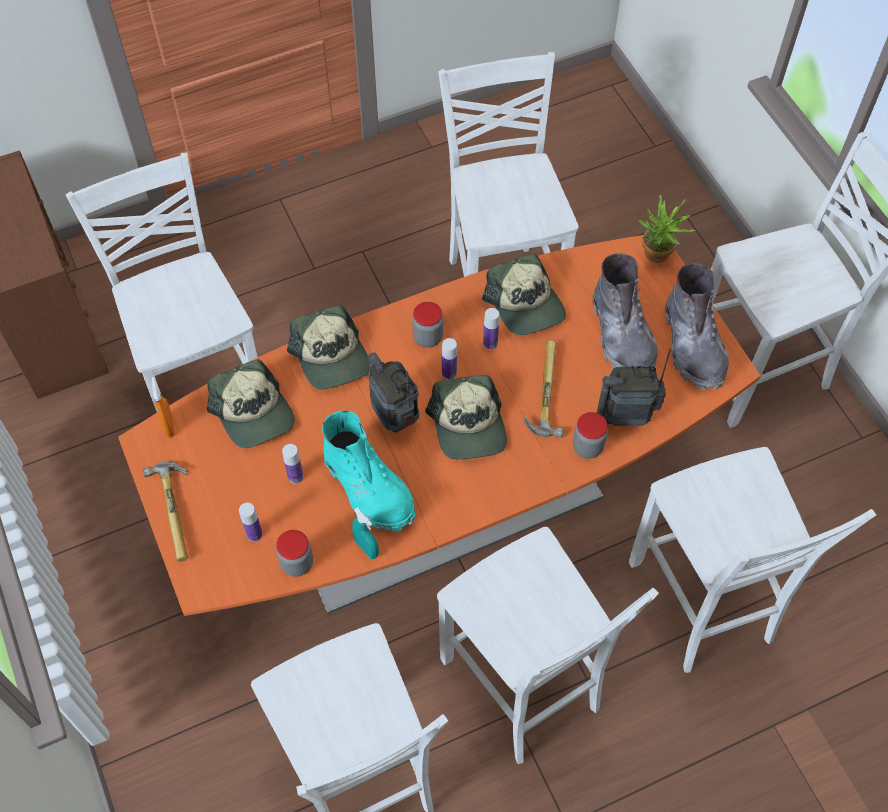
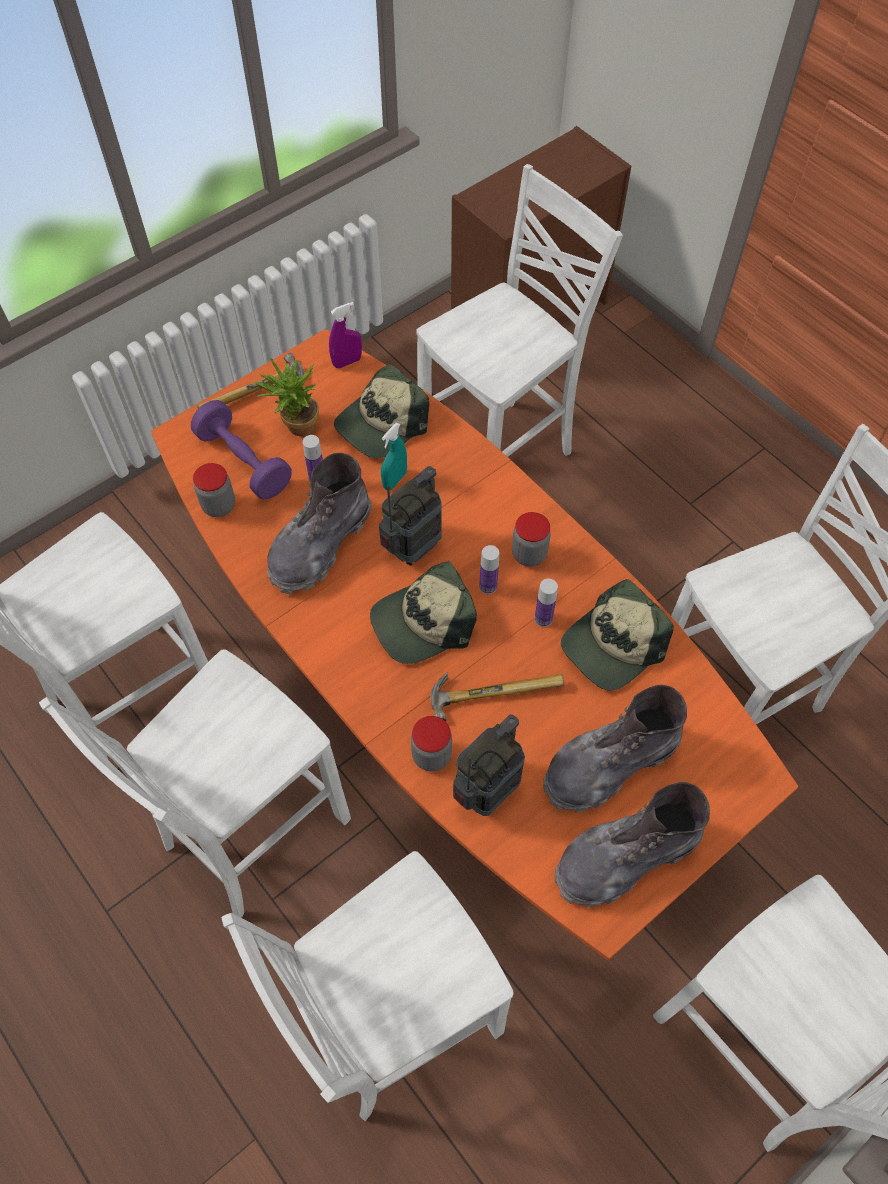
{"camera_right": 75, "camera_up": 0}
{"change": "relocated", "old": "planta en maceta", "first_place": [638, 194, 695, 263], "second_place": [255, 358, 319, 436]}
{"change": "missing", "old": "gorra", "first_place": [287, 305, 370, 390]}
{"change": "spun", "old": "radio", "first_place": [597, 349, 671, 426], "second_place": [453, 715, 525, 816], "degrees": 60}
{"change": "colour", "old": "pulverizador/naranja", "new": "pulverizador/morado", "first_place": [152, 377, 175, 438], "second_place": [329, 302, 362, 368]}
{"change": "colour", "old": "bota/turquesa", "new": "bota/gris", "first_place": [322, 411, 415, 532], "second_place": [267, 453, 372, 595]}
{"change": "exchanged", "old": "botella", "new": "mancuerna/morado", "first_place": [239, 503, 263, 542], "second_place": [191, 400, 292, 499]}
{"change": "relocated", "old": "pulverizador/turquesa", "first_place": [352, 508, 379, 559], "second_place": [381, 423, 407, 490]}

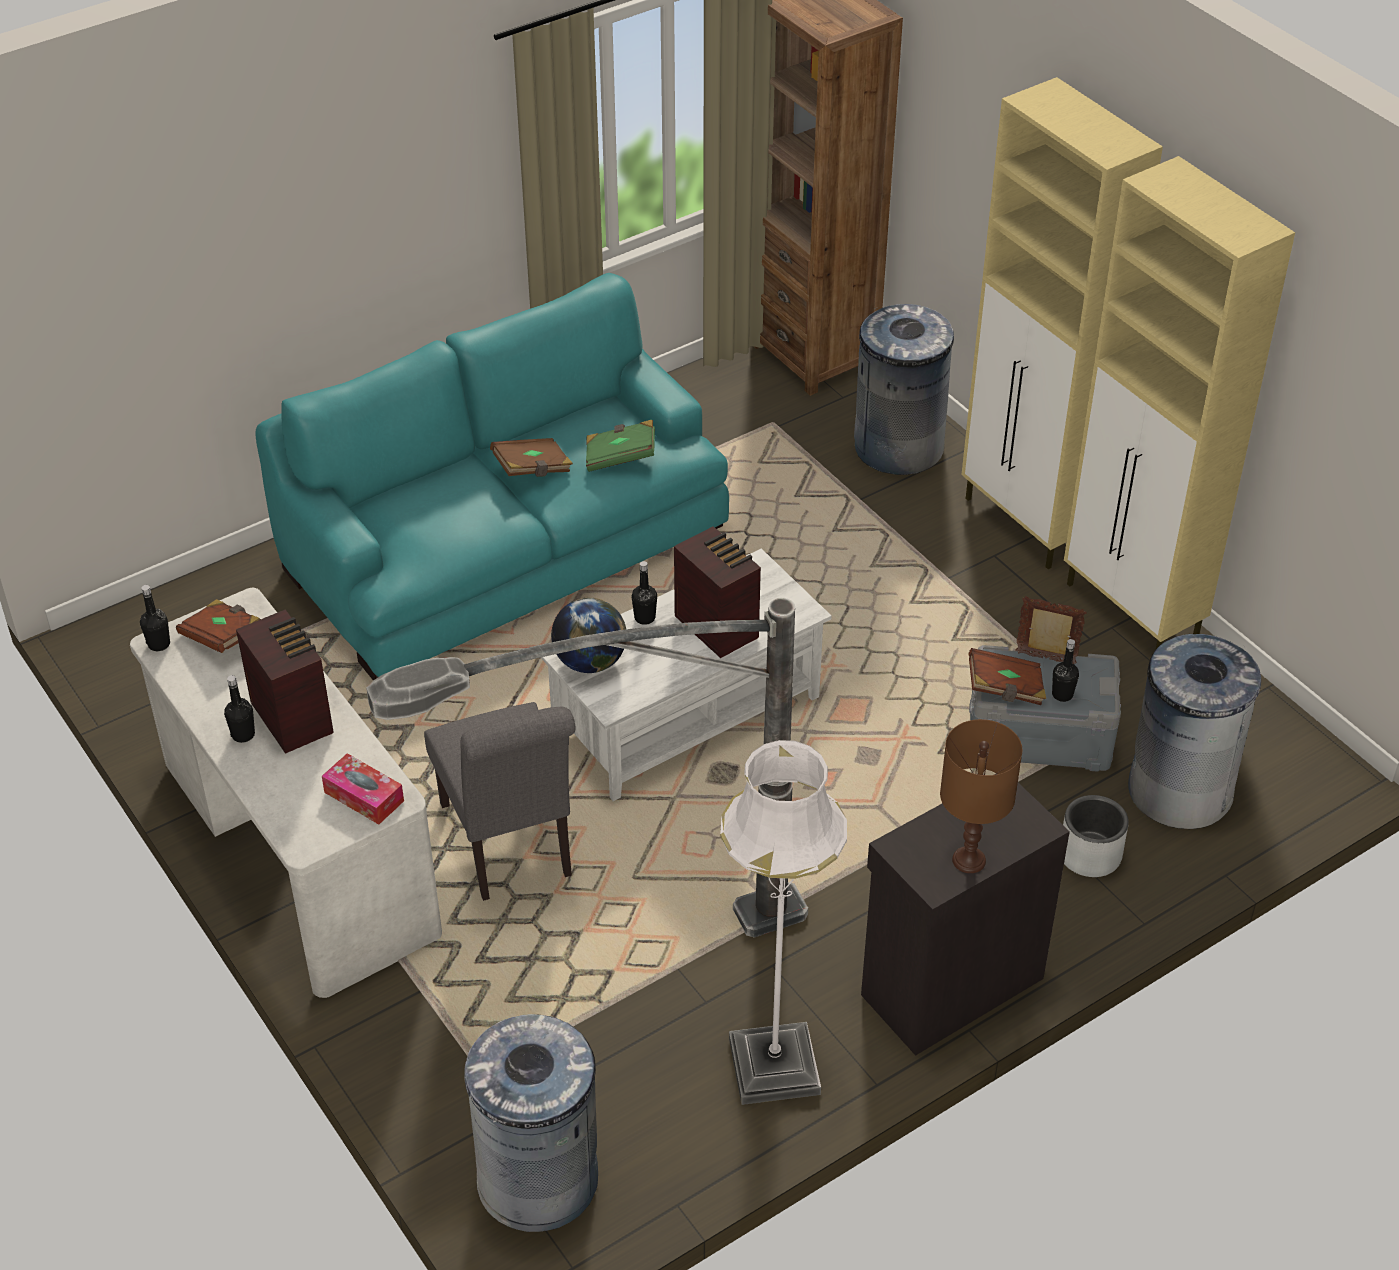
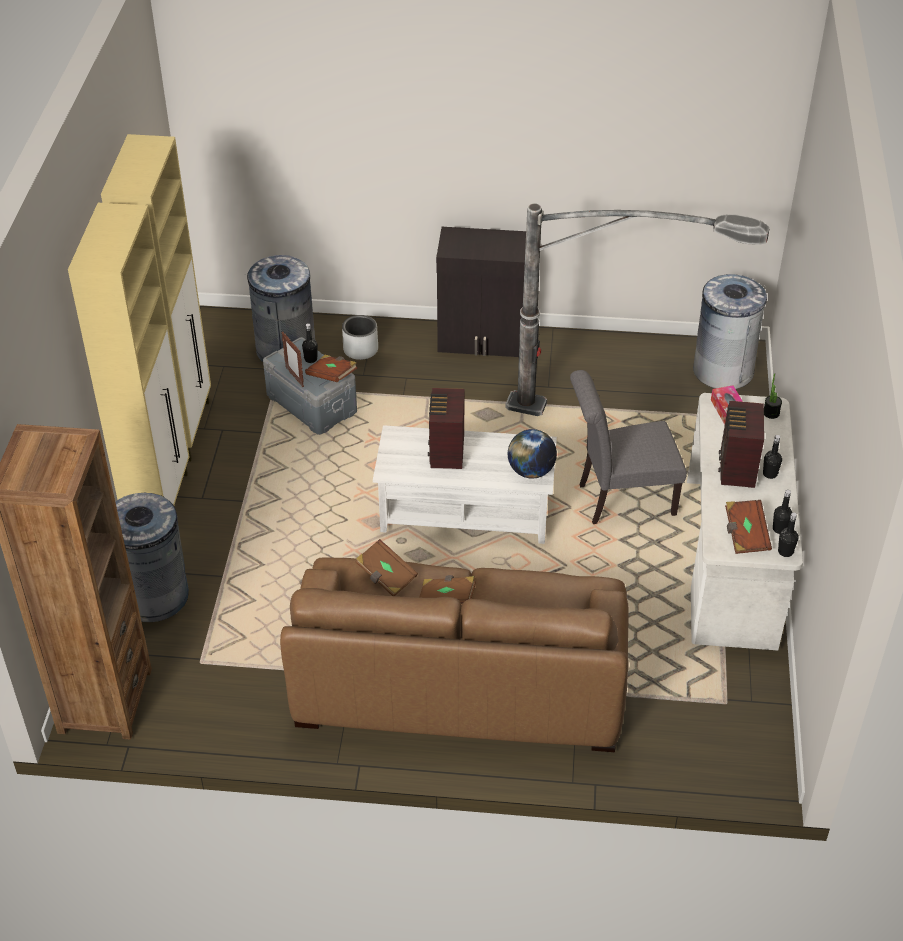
{"camera_right": -140, "camera_up": 0}
{"change": "colour", "old": "sofá/turquesa", "new": "sofá/marrón", "first_place": [256, 273, 729, 681], "second_place": [280, 557, 629, 752]}
{"change": "colour", "old": "libro/verde", "new": "libro/marrón", "first_place": [586, 420, 655, 472], "second_place": [355, 539, 418, 596]}
{"change": "relocated", "old": "botella/negro", "first_place": [632, 561, 657, 625], "second_place": [773, 490, 793, 534]}
{"change": "spun", "old": "silla/gris", "first_place": [424, 702, 576, 901], "second_place": [570, 370, 687, 524], "degrees": -120}
{"change": "missing", "old": "lámpara de mesa/marrón", "first_place": [940, 719, 1022, 873]}
{"change": "missing", "old": "lámpara de pie/blanco", "first_place": [720, 740, 847, 1105]}
{"change": "appeared", "new": "planta en maceta", "second_place": [764, 373, 782, 419]}

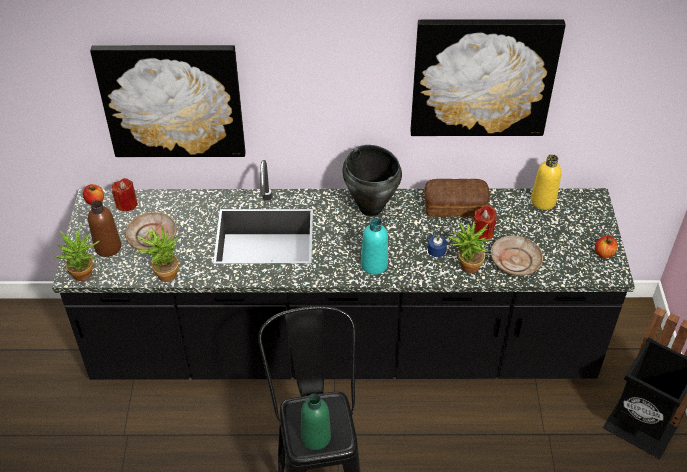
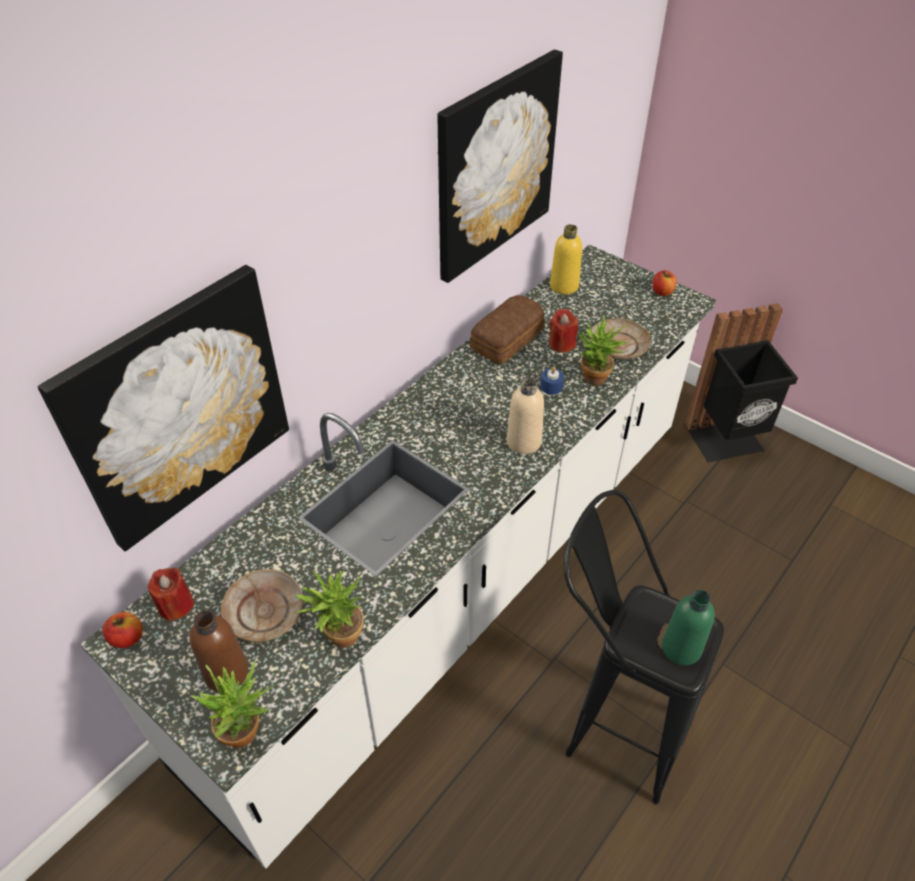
{"camera_right": -50, "camera_up": 0}
{"change": "missing", "old": "olla/negro", "first_place": [342, 145, 402, 216]}
{"change": "colour", "old": "mueble bajo de cocina/negro", "new": "mueble bajo de cocina/blanco", "first_place": [52, 160, 635, 380], "second_place": [80, 245, 716, 869]}
{"change": "colour", "old": "botella/turquesa", "new": "botella/beis", "first_place": [361, 218, 388, 275], "second_place": [507, 377, 544, 454]}

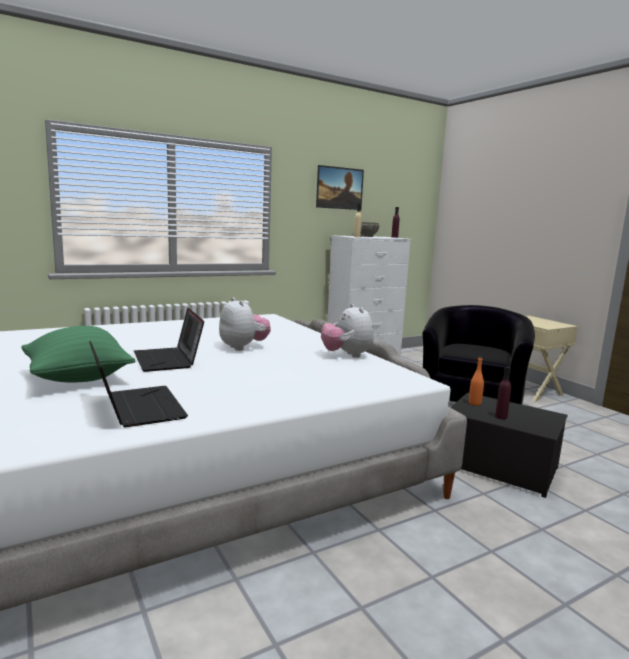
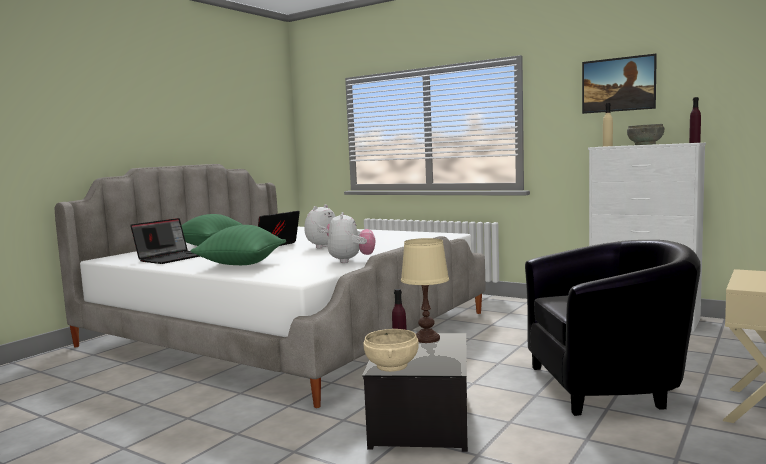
{"camera_right": 65, "camera_up": -5}
{"change": "spun", "old": "peluche", "first_place": [321, 304, 374, 358], "second_place": [328, 212, 375, 263], "degrees": 135}
{"change": "exchanged", "old": "botella/naranja", "new": "lámpara de mesa/beis", "first_place": [469, 357, 484, 406], "second_place": [401, 238, 449, 343]}
{"change": "appeared", "new": "cojín/verde", "second_place": [190, 225, 286, 265]}
{"change": "appeared", "new": "cuenco/beis", "second_place": [364, 329, 419, 372]}

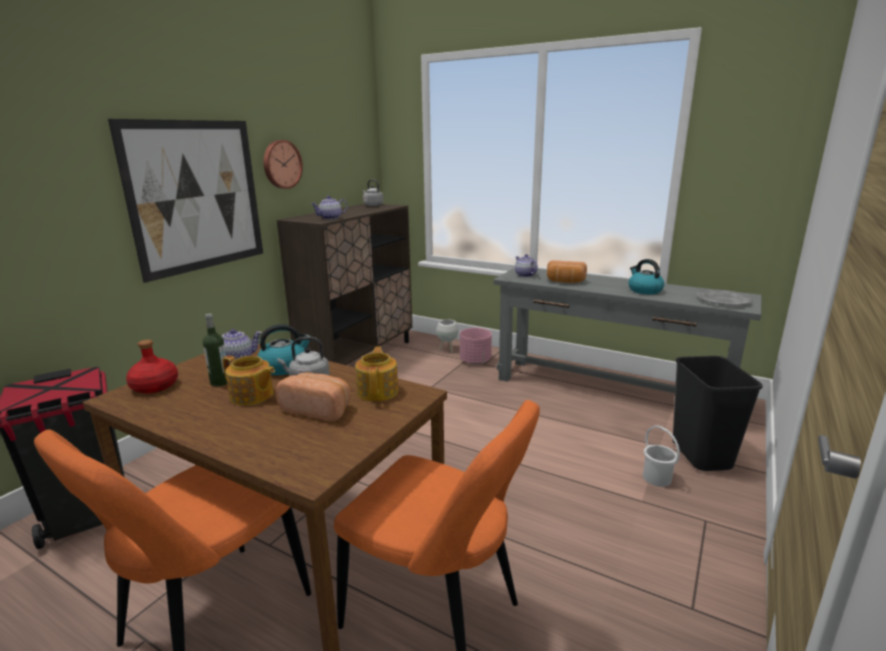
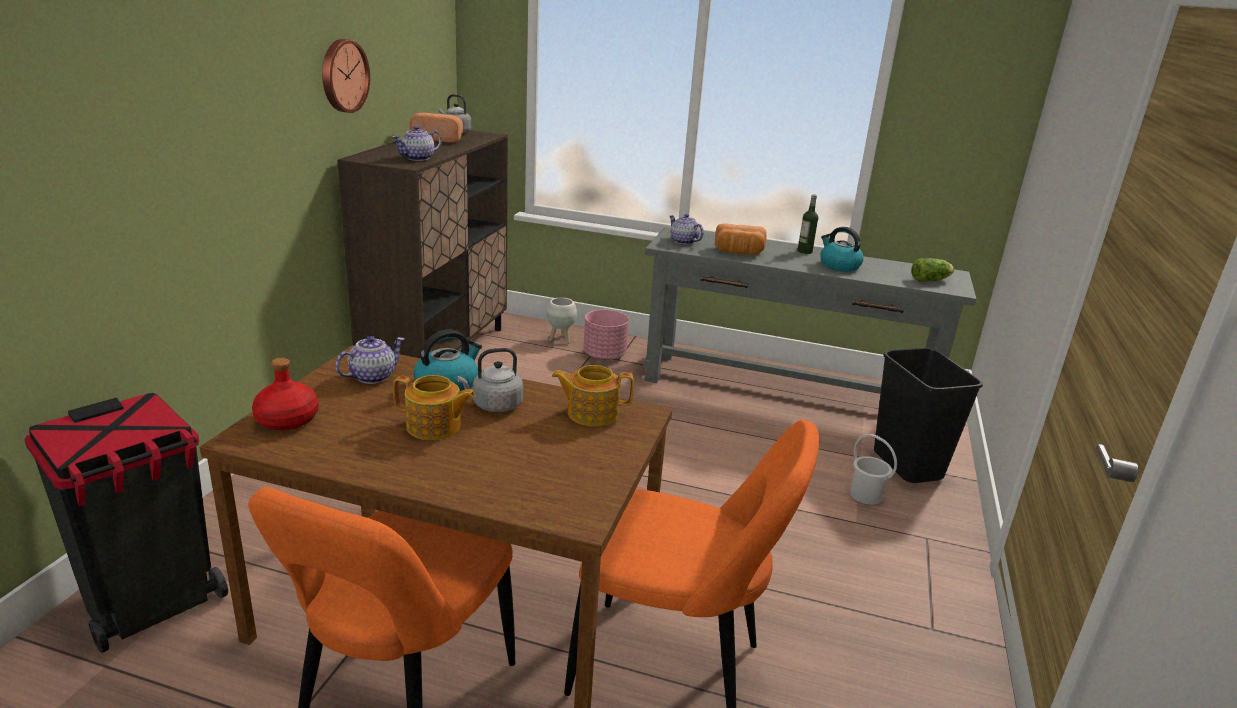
{"camera_right": -15, "camera_up": 5}
{"change": "missing", "old": "cuadro", "first_place": [108, 119, 263, 283]}
{"change": "exchanged", "old": "plato/gris", "new": "lechuga", "first_place": [697, 290, 753, 305], "second_place": [911, 258, 954, 282]}
{"change": "relocated", "old": "botella", "first_place": [203, 313, 227, 387], "second_place": [797, 195, 818, 254]}
{"change": "spun", "old": "tetera", "first_place": [355, 346, 398, 402], "second_place": [552, 365, 634, 426], "degrees": -75}
{"change": "relocated", "old": "pan", "first_place": [276, 372, 351, 421], "second_place": [410, 113, 463, 142]}

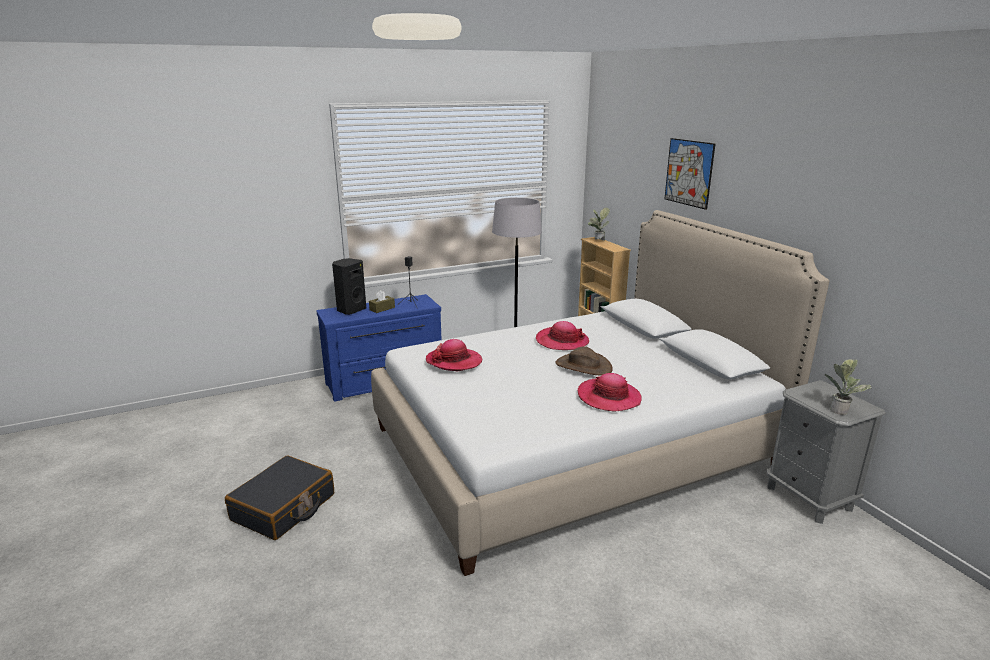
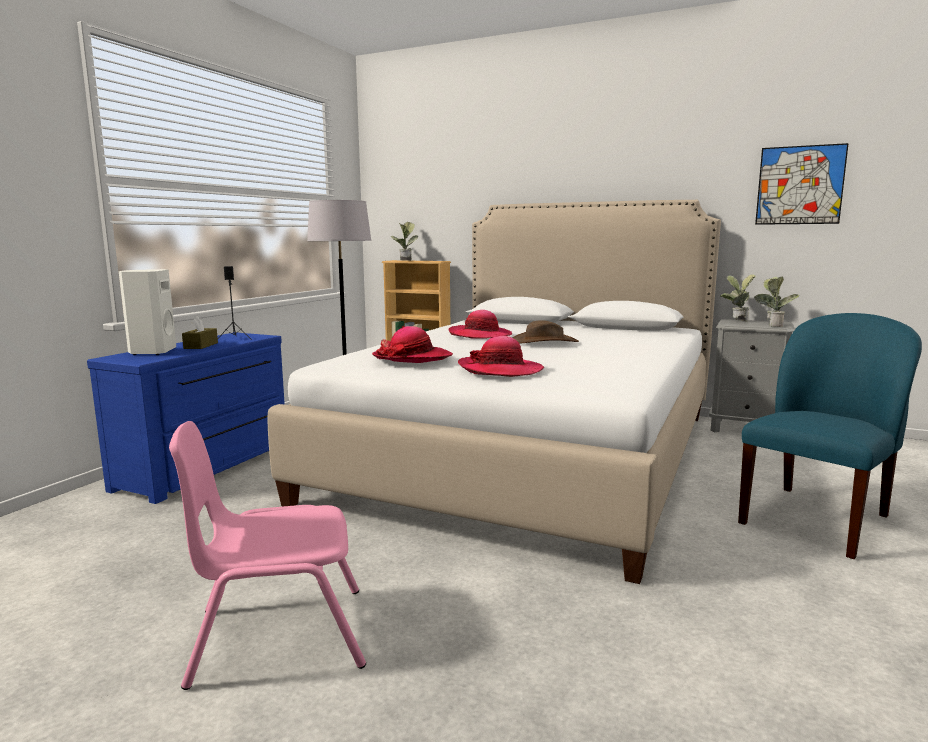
{"camera_right": -40, "camera_up": -10}
{"change": "relocated", "old": "cuadro", "first_place": [664, 138, 715, 210], "second_place": [755, 143, 849, 225]}
{"change": "colour", "old": "altavoz/negro", "new": "altavoz/blanco", "first_place": [332, 258, 366, 315], "second_place": [119, 269, 176, 355]}
{"change": "relocated", "old": "sombrero", "first_place": [578, 373, 642, 411], "second_place": [458, 336, 544, 377]}
{"change": "exchanged", "old": "maleta/negro", "new": "silla/rosa", "first_place": [225, 455, 334, 540], "second_place": [169, 421, 366, 690]}
{"change": "appeared", "new": "planta en maceta", "second_place": [721, 274, 756, 322]}
{"change": "appeared", "new": "silla/azul", "second_place": [738, 313, 922, 559]}

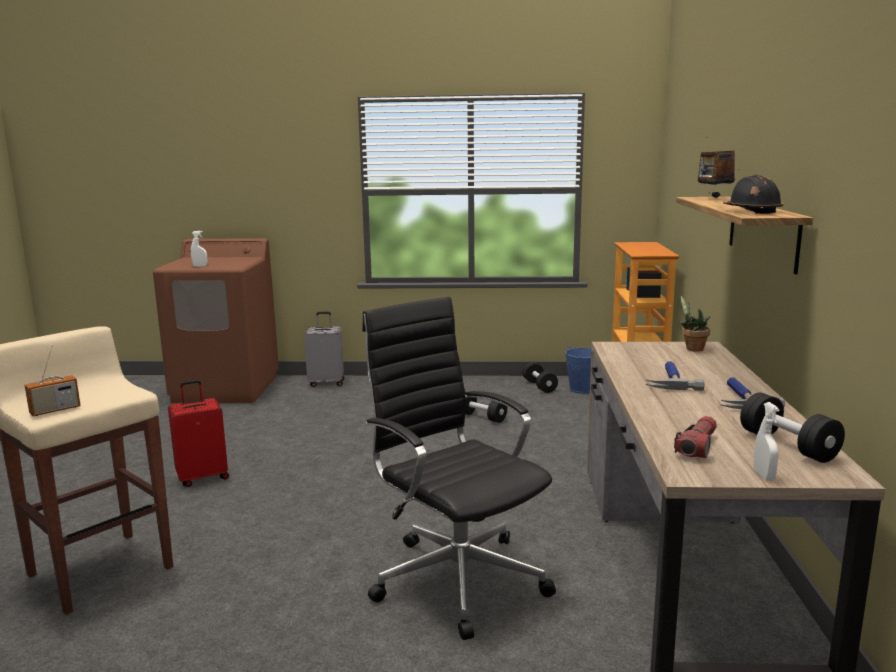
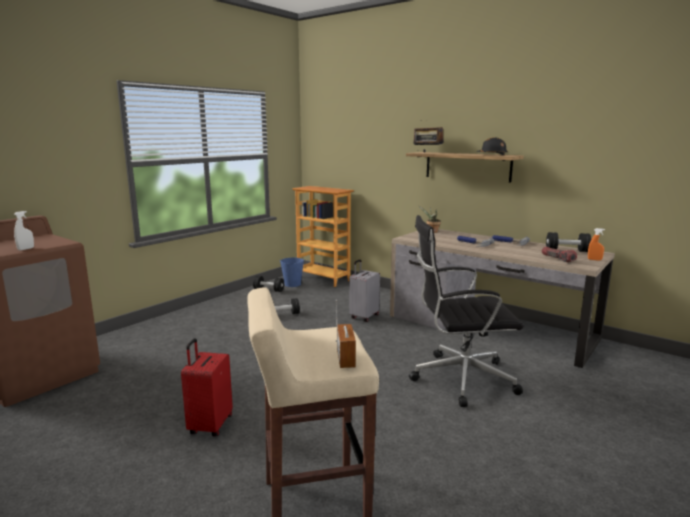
{"camera_right": -55, "camera_up": 0}
{"change": "relocated", "old": "maleta/gris", "first_place": [304, 312, 345, 387], "second_place": [349, 259, 380, 322]}
{"change": "colour", "old": "pulverizador/blanco", "new": "pulverizador/naranja", "first_place": [753, 402, 780, 481], "second_place": [588, 228, 605, 261]}

